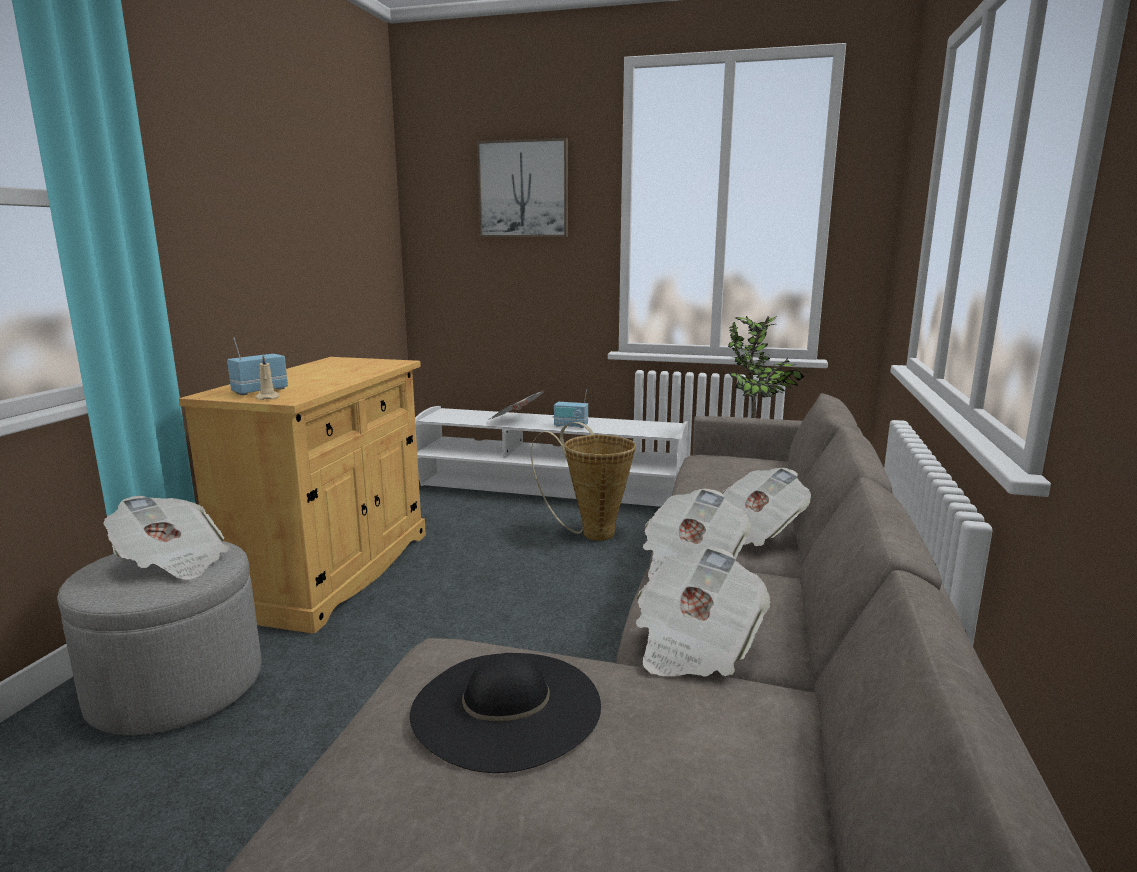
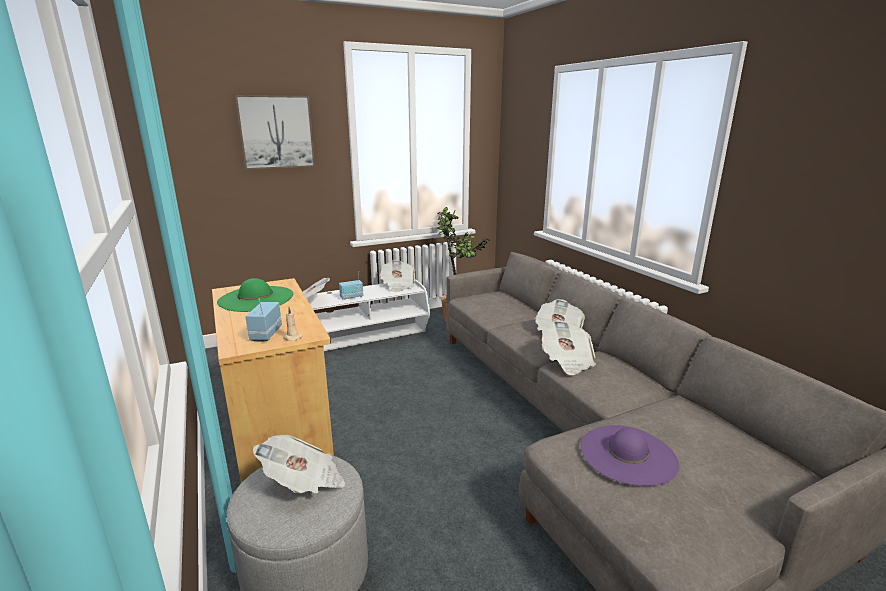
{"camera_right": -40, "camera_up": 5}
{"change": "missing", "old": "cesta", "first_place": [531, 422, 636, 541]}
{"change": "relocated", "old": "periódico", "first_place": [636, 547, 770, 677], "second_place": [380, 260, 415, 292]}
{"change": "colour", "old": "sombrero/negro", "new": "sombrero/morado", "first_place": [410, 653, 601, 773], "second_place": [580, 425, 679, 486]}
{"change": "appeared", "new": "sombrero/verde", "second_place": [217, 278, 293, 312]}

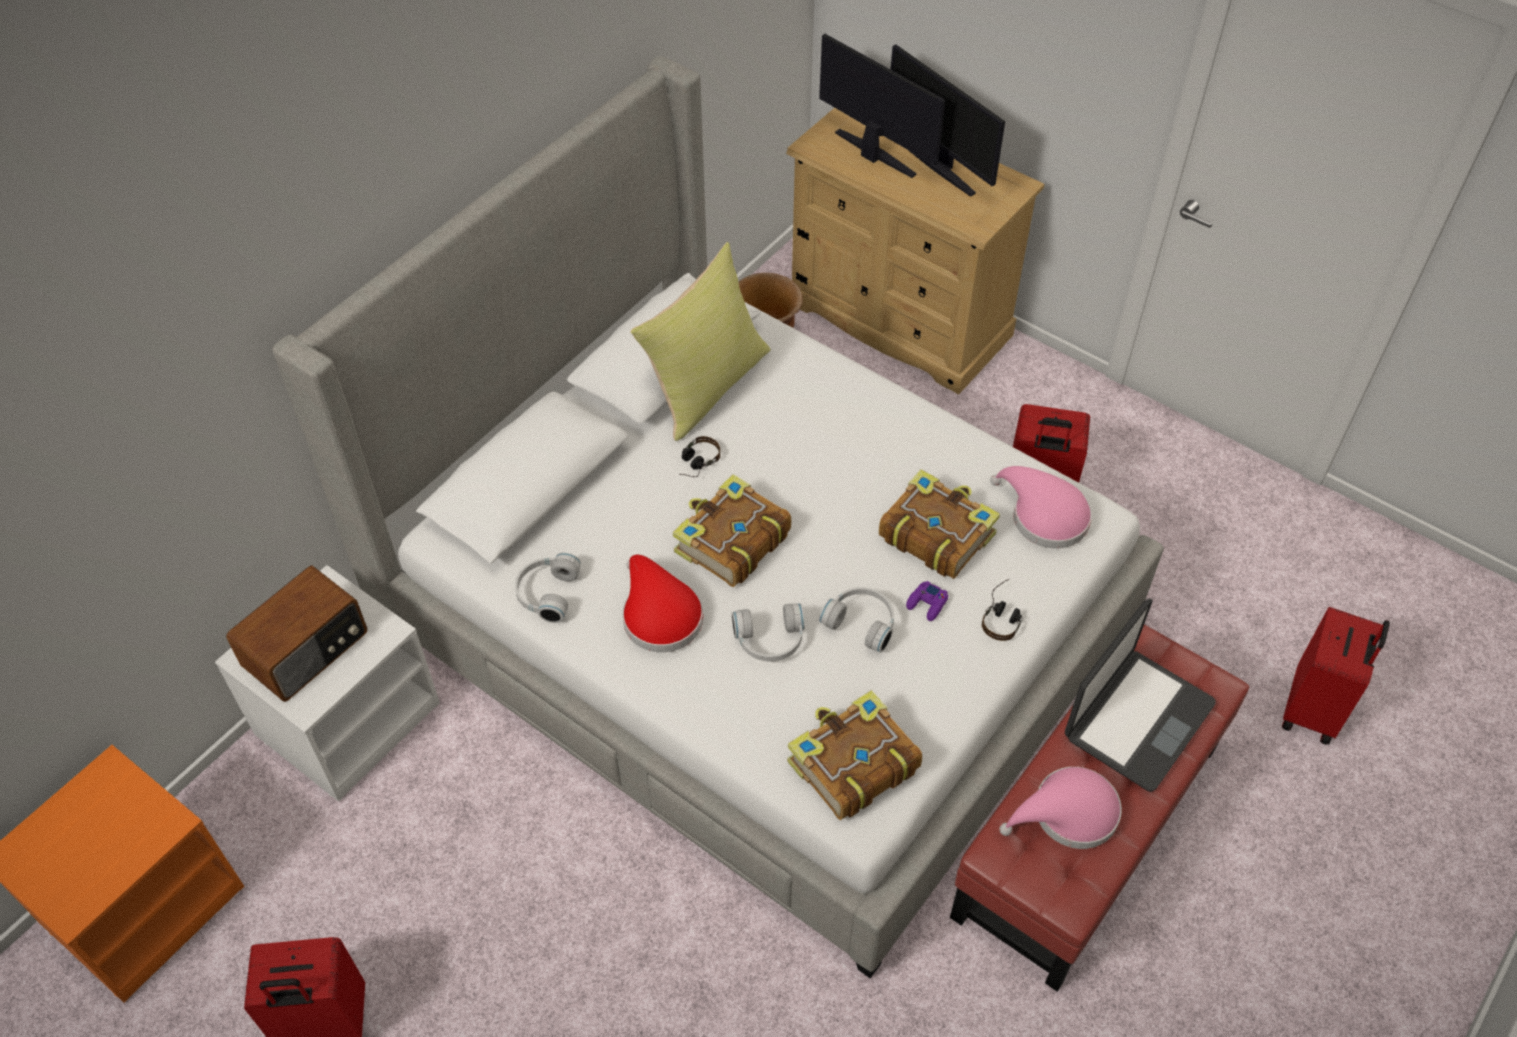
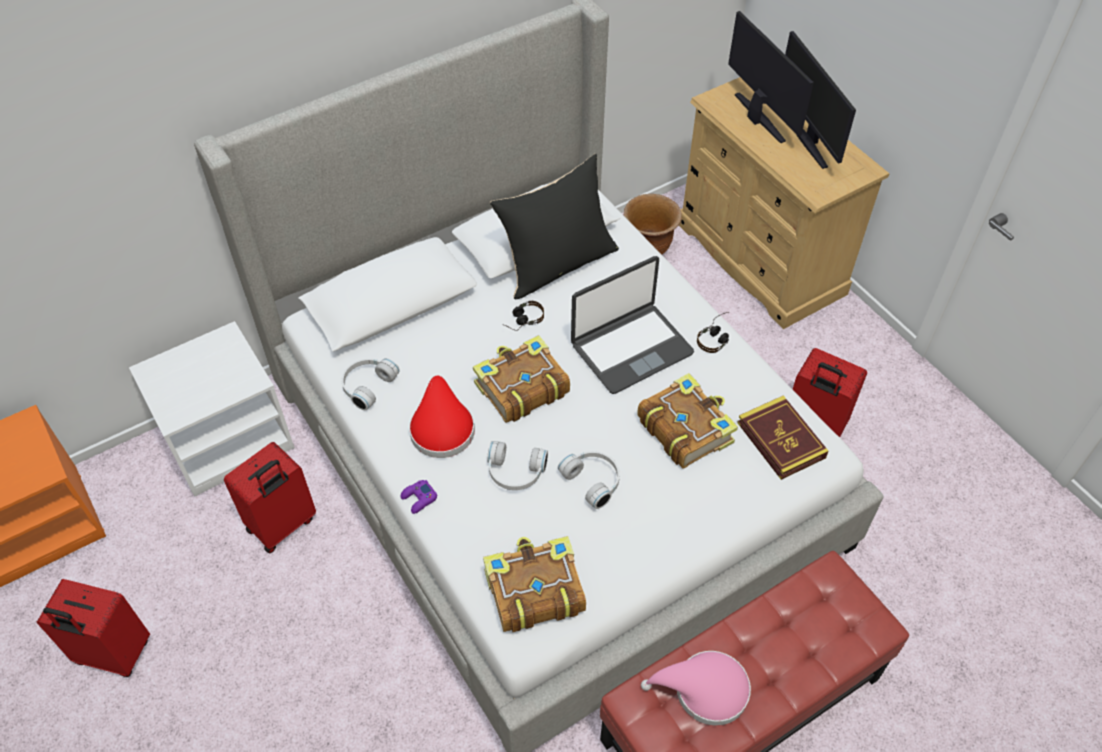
{"camera_right": 20, "camera_up": 0}
{"change": "colour", "old": "cojín/amarillo", "new": "cojín/negro", "first_place": [630, 242, 771, 441], "second_place": [490, 154, 619, 299]}
{"change": "exchanged", "old": "sombrero/rosa", "new": "libro", "first_place": [990, 466, 1092, 549], "second_place": [737, 395, 829, 480]}
{"change": "missing", "old": "radio", "first_place": [226, 565, 367, 702]}
{"change": "relocated", "old": "auriculares", "first_place": [982, 579, 1022, 641], "second_place": [697, 312, 729, 353]}
{"change": "relocated", "old": "mando de consola/morado", "first_place": [906, 581, 948, 621], "second_place": [401, 480, 437, 514]}
{"change": "relocated", "old": "portátil", "first_place": [1065, 599, 1216, 792], "second_place": [571, 256, 694, 394]}
{"change": "relocated", "old": "maleta/rojo", "first_place": [1282, 607, 1390, 745], "second_place": [224, 442, 316, 553]}

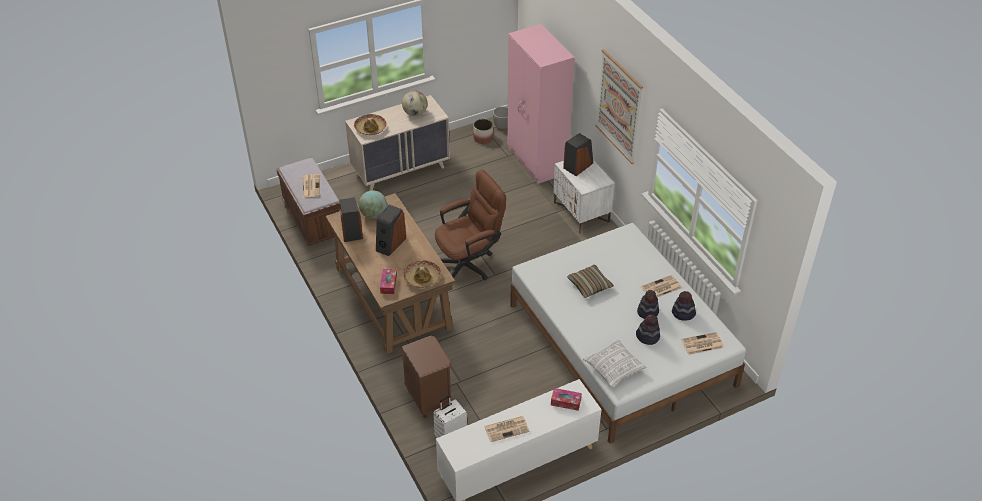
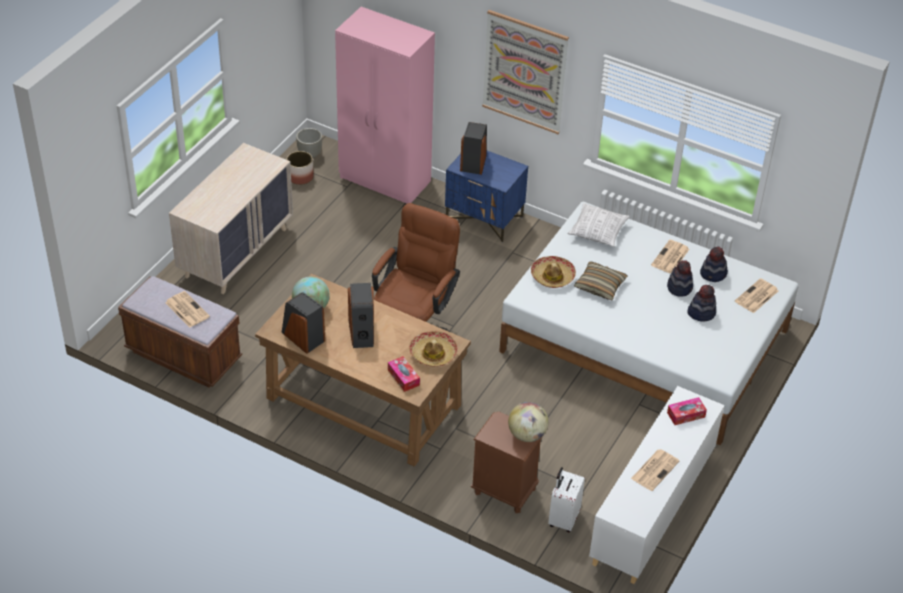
{"camera_right": -35, "camera_up": 0}
{"change": "relocated", "old": "globo terráqueo", "first_place": [402, 90, 428, 116], "second_place": [508, 402, 548, 442]}
{"change": "relocated", "old": "sombrero", "first_place": [354, 114, 387, 135], "second_place": [531, 256, 576, 288]}
{"change": "colour", "old": "mesita de noche/blanco", "new": "mesita de noche/azul", "first_place": [553, 160, 615, 234], "second_place": [445, 151, 528, 242]}
{"change": "relocated", "old": "cojín", "first_place": [583, 339, 647, 387], "second_place": [568, 203, 630, 247]}

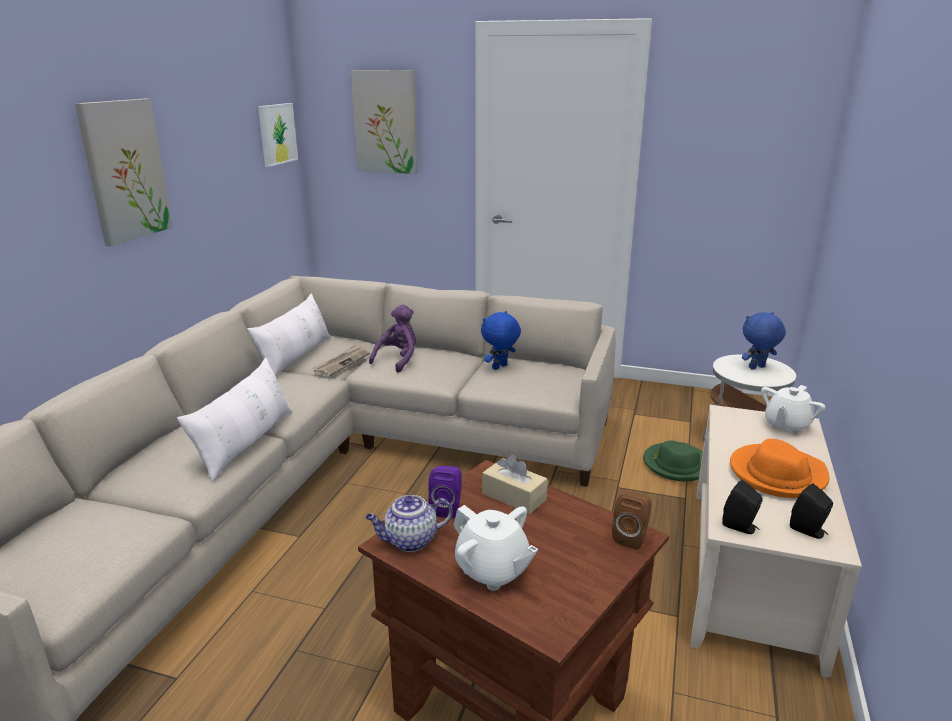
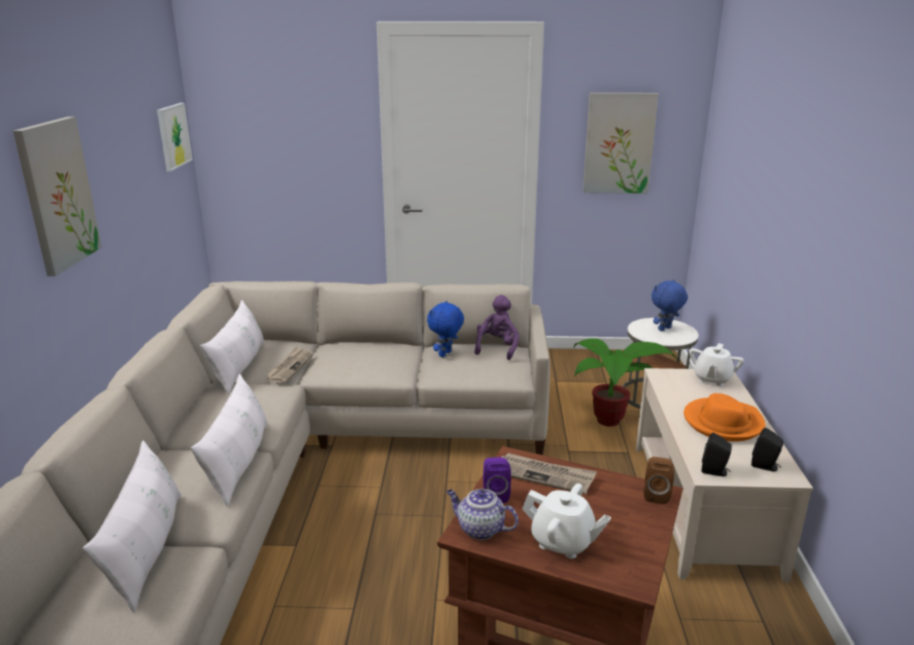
{"camera_right": -15, "camera_up": 0}
{"change": "relocated", "old": "cuadro", "first_place": [351, 70, 418, 174], "second_place": [583, 93, 658, 194]}
{"change": "relocated", "old": "peluche/morado", "first_place": [369, 305, 416, 373], "second_place": [475, 295, 519, 360]}
{"change": "exchanged", "old": "sombrero/verde", "new": "planta en maceta", "first_place": [643, 440, 703, 481], "second_place": [574, 338, 678, 427]}
{"change": "exchanged", "old": "caja de pañuelos/beis", "new": "periódico", "first_place": [482, 455, 547, 514], "second_place": [501, 453, 597, 495]}
{"change": "spun", "old": "tetera", "first_place": [365, 495, 453, 552], "second_place": [446, 489, 518, 540], "degrees": 60}
{"change": "appeared", "new": "cojín/blanco", "second_place": [83, 440, 181, 613]}

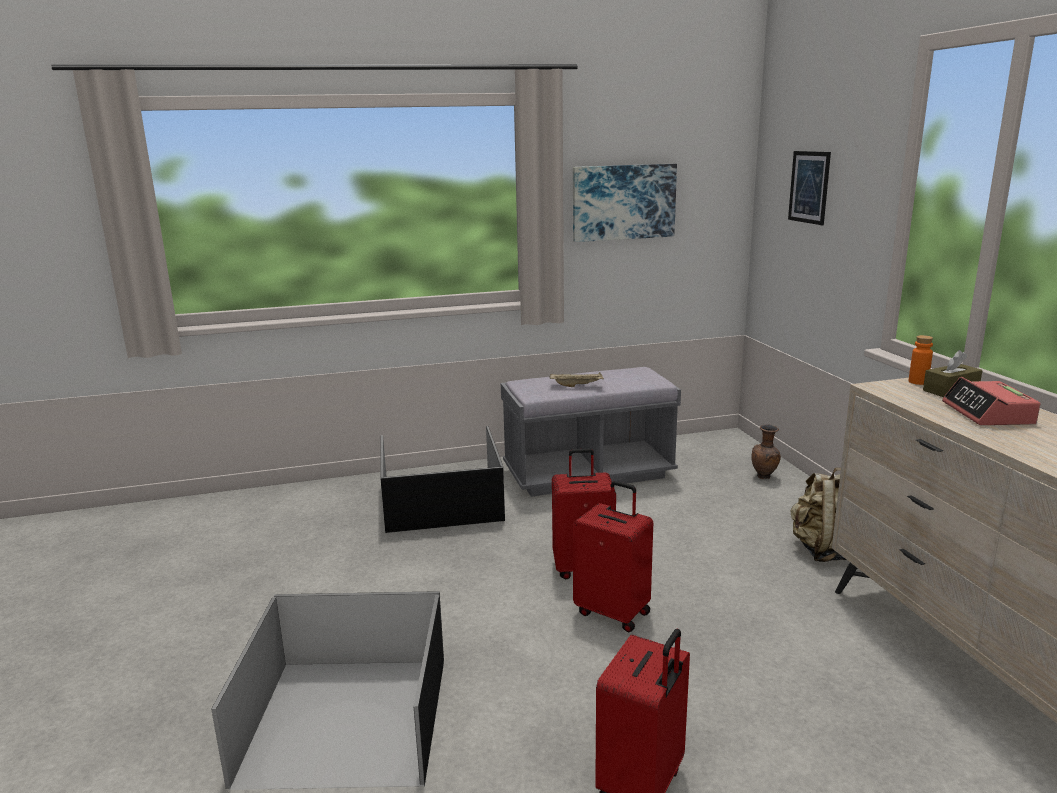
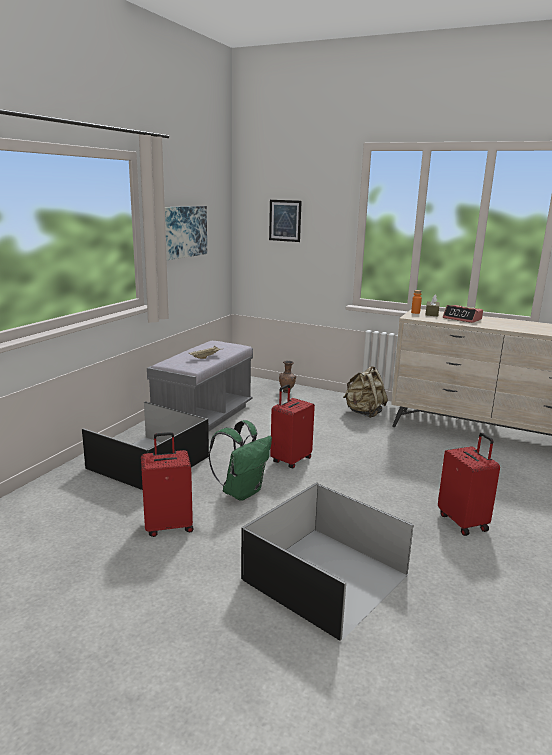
{"camera_right": -50, "camera_up": 0}
{"change": "relocated", "old": "maleta/rojo", "first_place": [573, 481, 653, 632], "second_place": [141, 432, 194, 537]}
{"change": "appeared", "new": "mochila/verde", "second_place": [209, 420, 272, 501]}

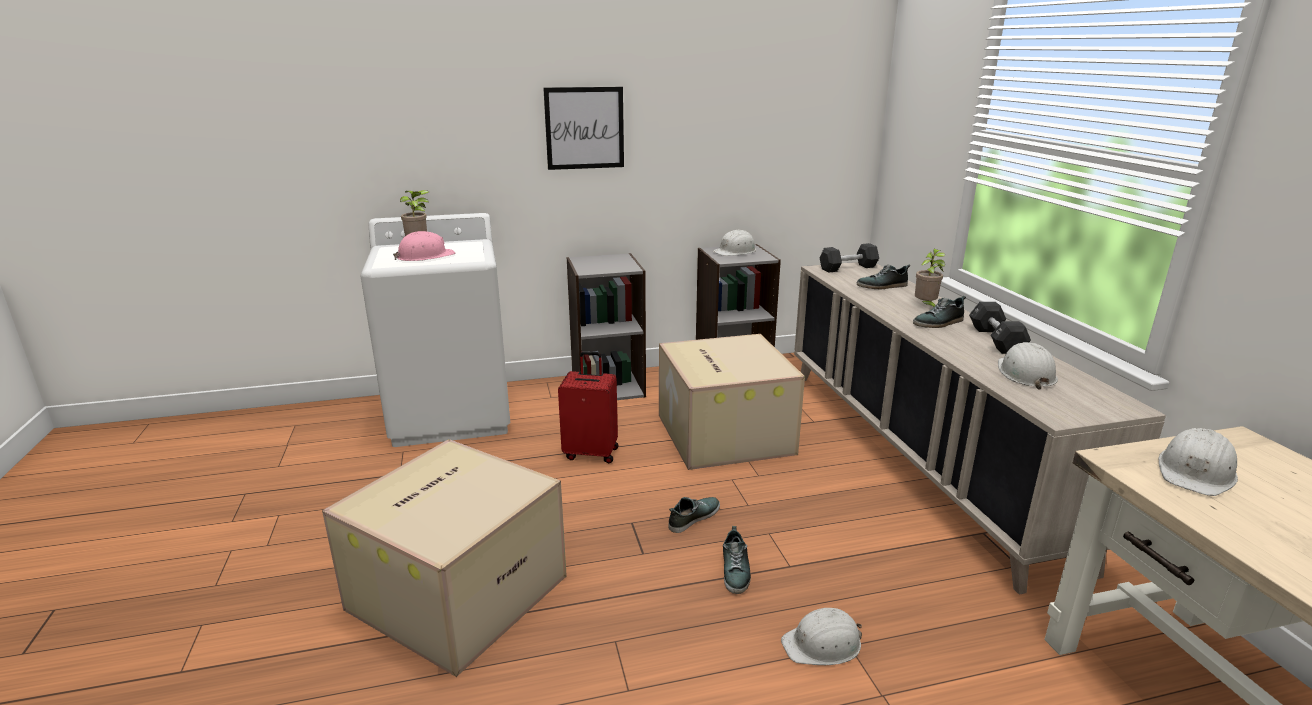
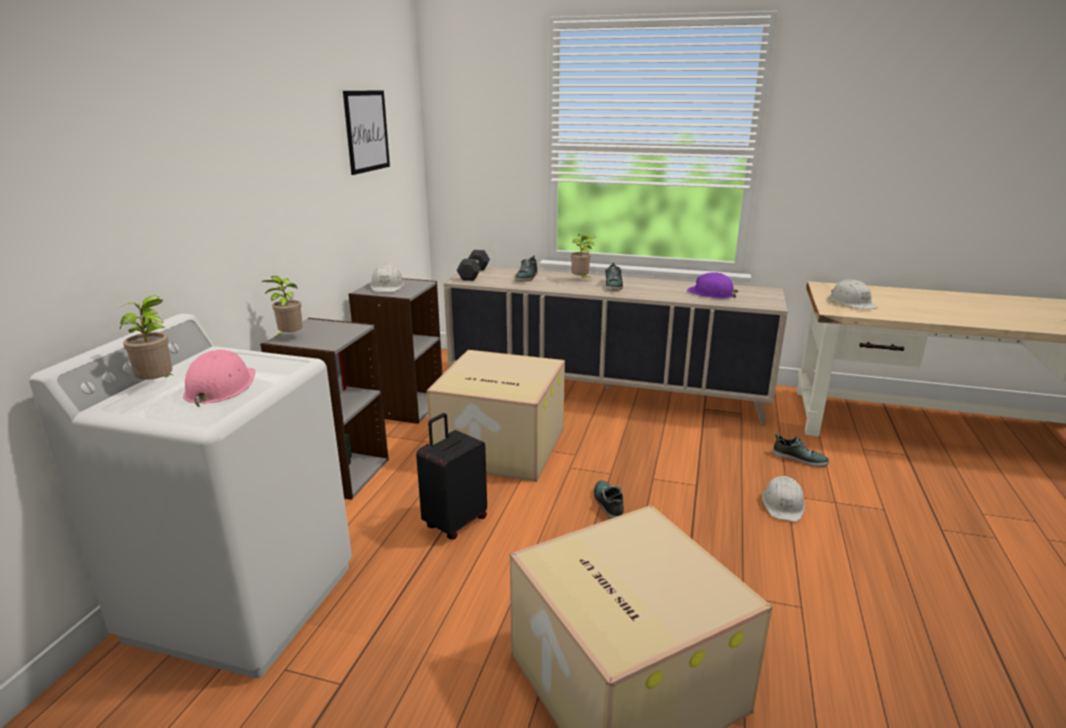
{"camera_right": -60, "camera_up": 0}
{"change": "relocated", "old": "cuadro", "first_place": [543, 87, 624, 170], "second_place": [343, 90, 390, 175]}
{"change": "missing", "old": "mancuerna/negro", "first_place": [969, 302, 1031, 354]}
{"change": "colour", "old": "casco/blanco", "new": "casco/morado", "first_place": [998, 342, 1058, 389], "second_place": [687, 272, 738, 299]}
{"change": "colour", "old": "maleta/rojo", "new": "maleta/negro", "first_place": [558, 351, 618, 463], "second_place": [416, 413, 487, 539]}
{"change": "relocated", "old": "zapato", "first_place": [723, 526, 751, 594], "second_place": [773, 433, 829, 467]}
{"change": "appeared", "new": "planta en maceta", "second_place": [261, 276, 303, 340]}

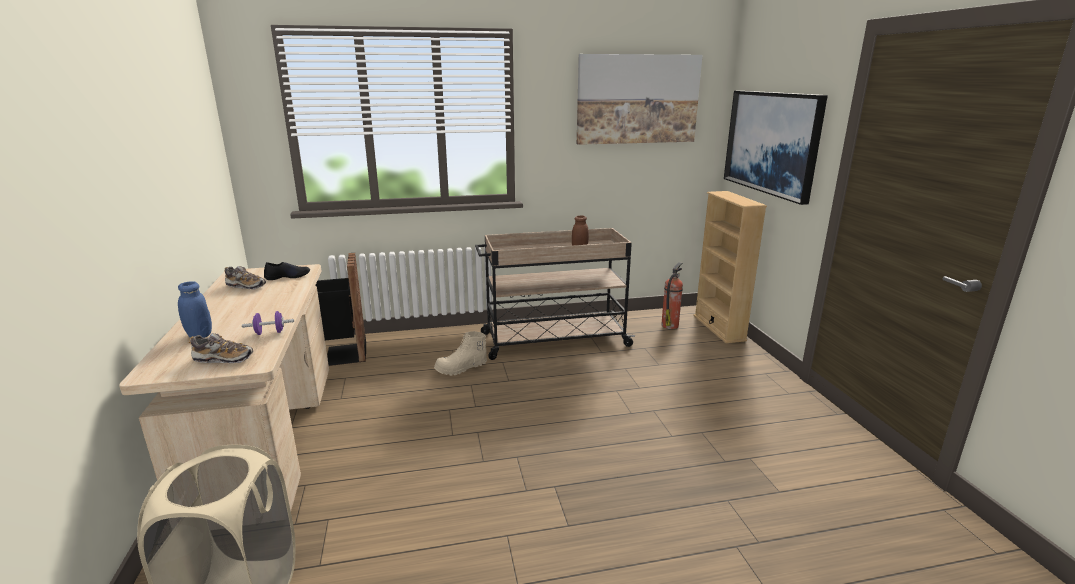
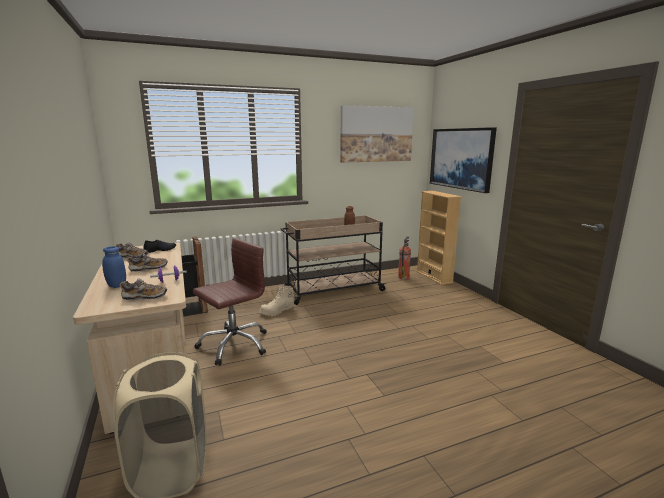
{"camera_right": -10, "camera_up": -5}
{"change": "appeared", "new": "silla de oficina/marrón", "second_place": [193, 238, 267, 365]}
{"change": "appeared", "new": "zapato", "second_place": [127, 253, 168, 272]}

